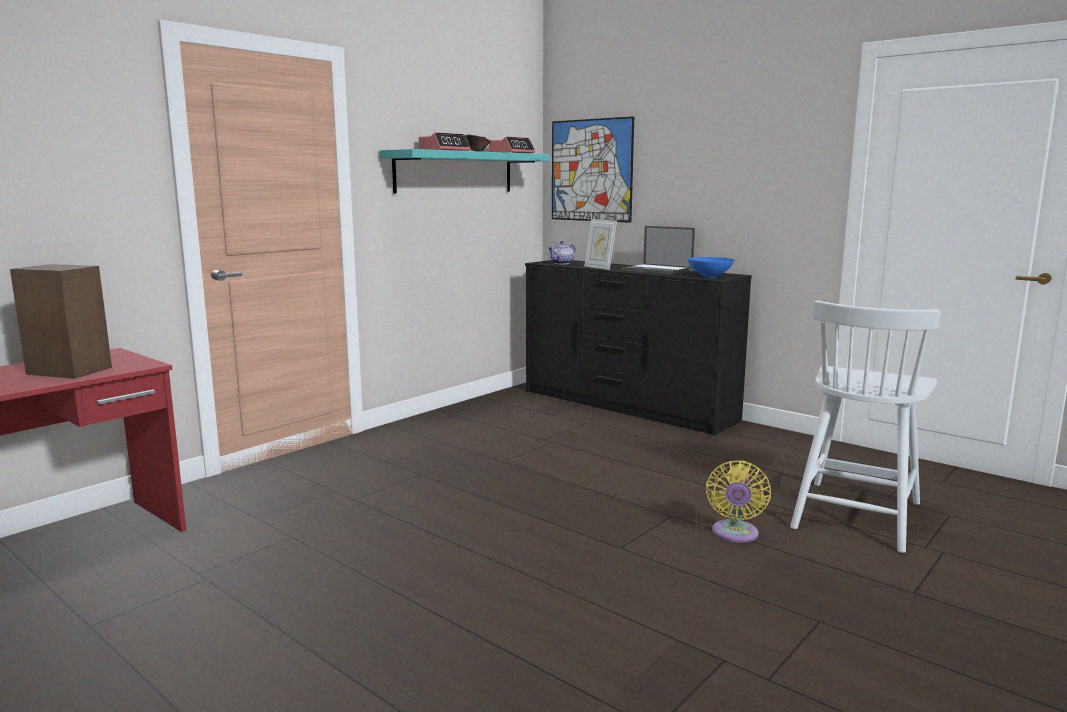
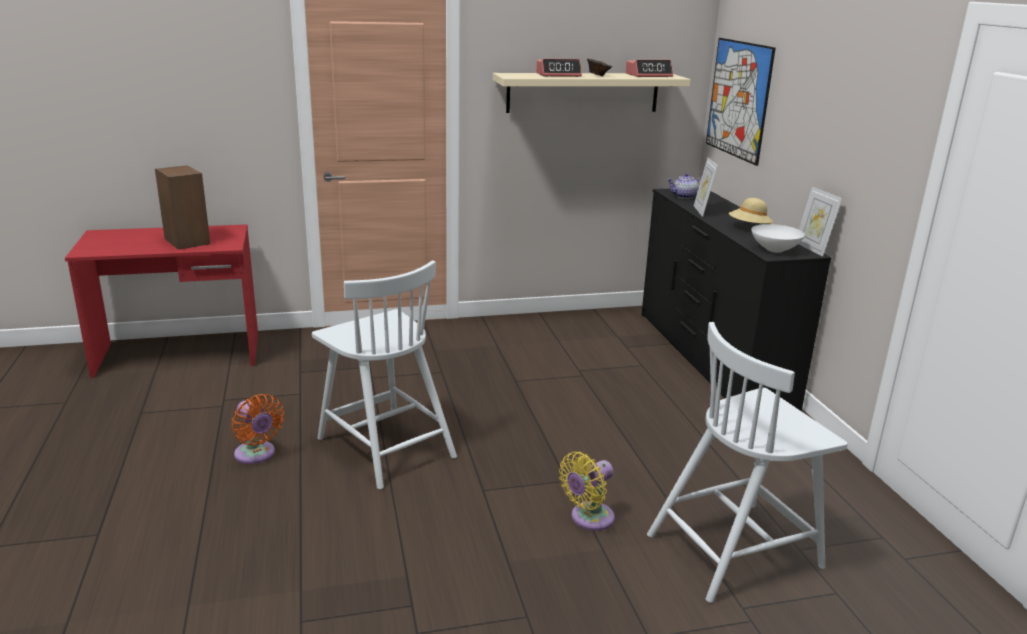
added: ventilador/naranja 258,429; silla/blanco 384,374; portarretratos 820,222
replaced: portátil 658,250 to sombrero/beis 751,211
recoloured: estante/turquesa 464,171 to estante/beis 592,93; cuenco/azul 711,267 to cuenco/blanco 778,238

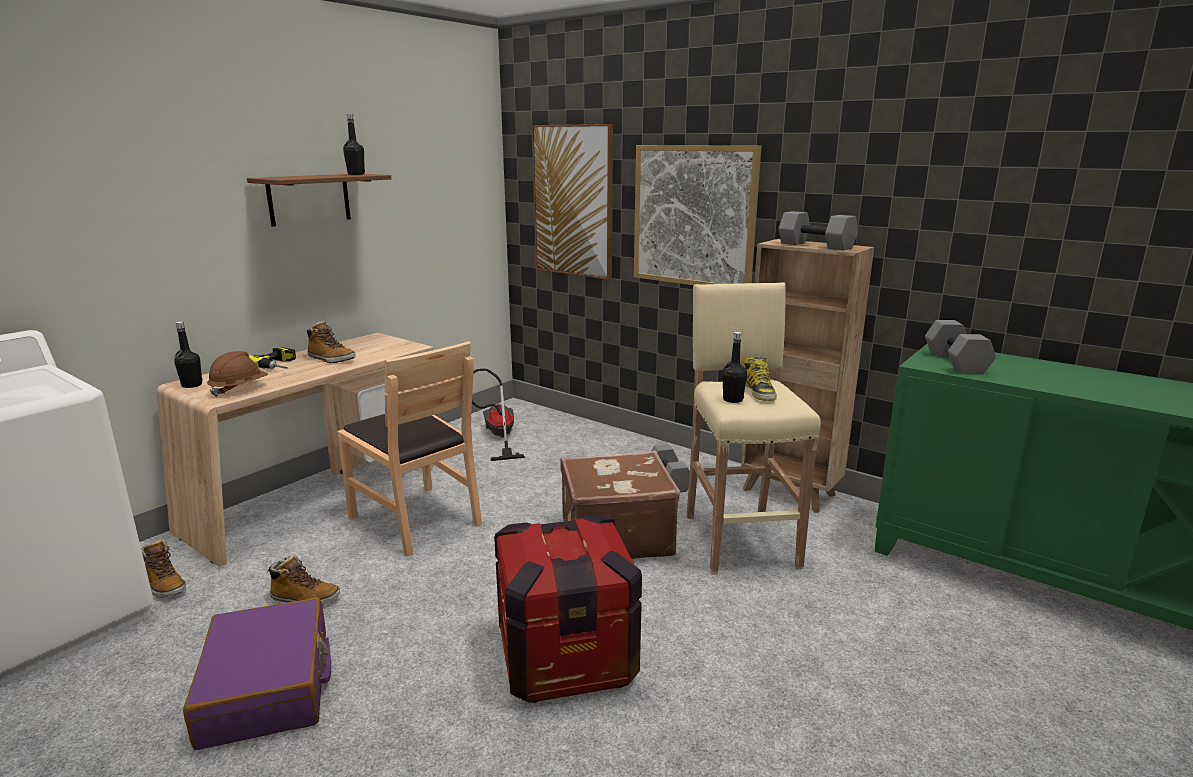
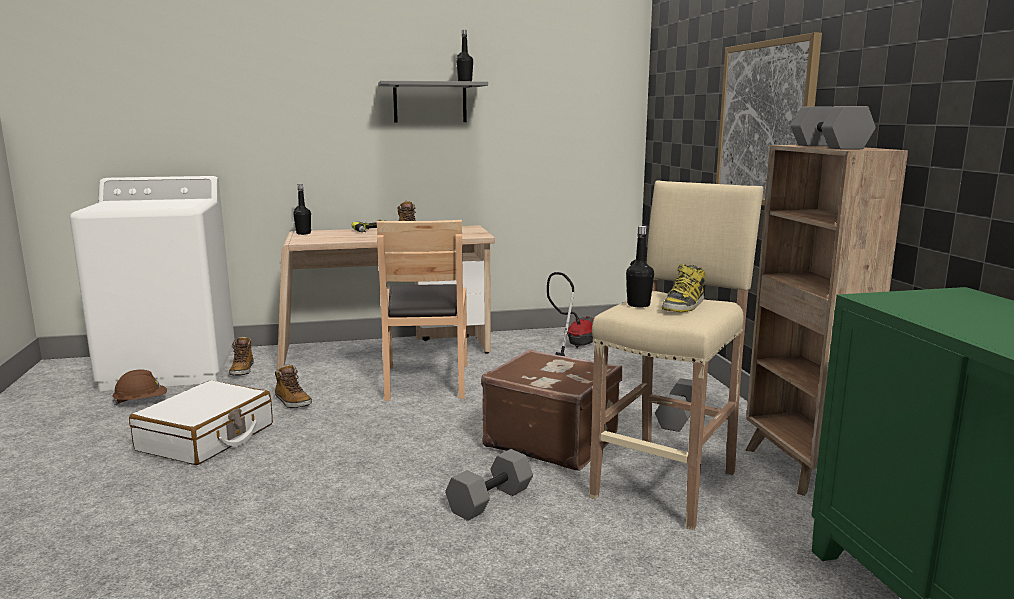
removed: caja de embalaje 568,608; cuadro 572,202
moved: casco/marrón 237,374 to 139,387; mancuerna/gris 960,347 to 489,485
recoloured: maleta/morado 257,673 to maleta/blanco 201,422; estante/marrón 319,200 to estante/gris 433,101

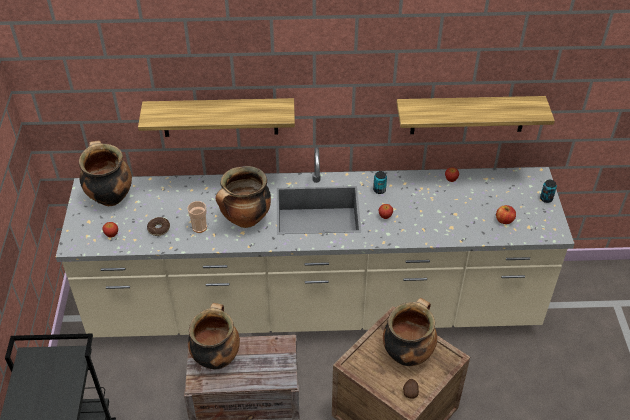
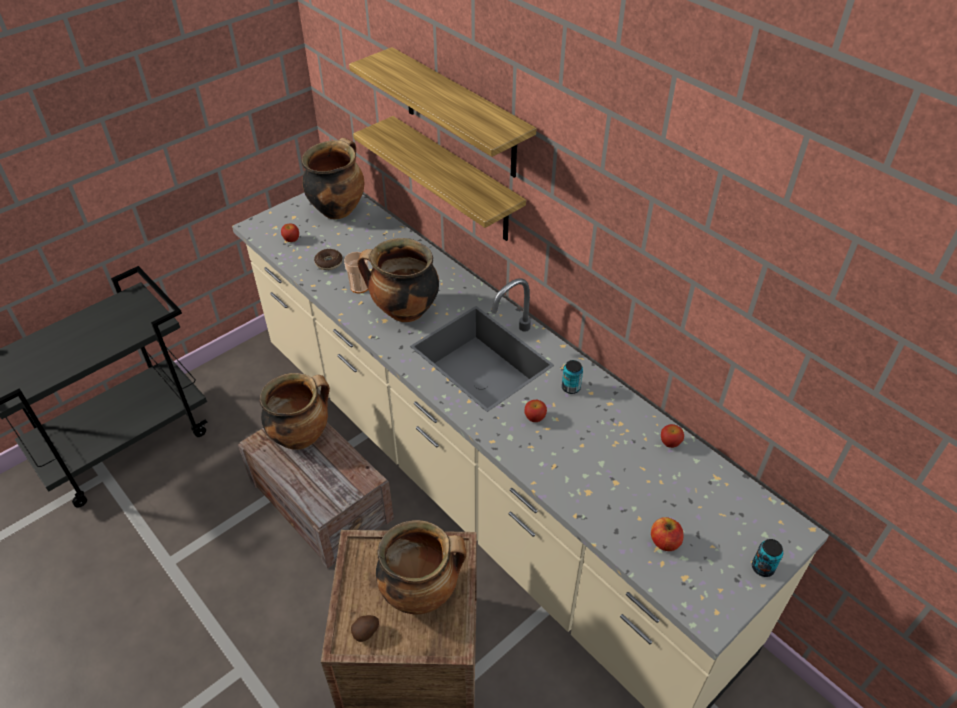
moved: estante 476,115 to 442,112

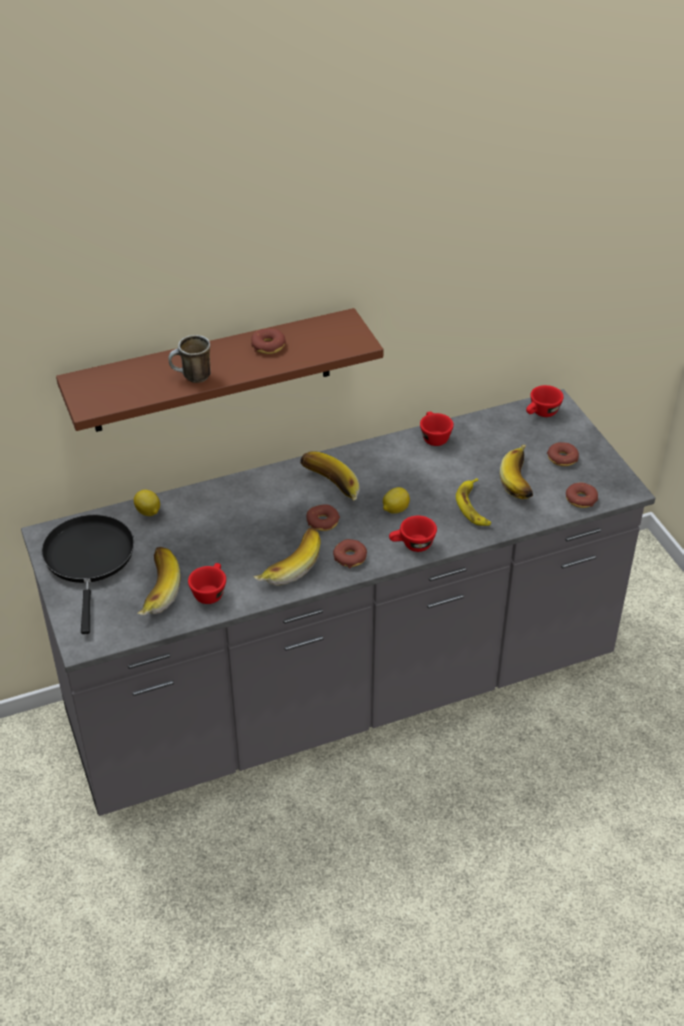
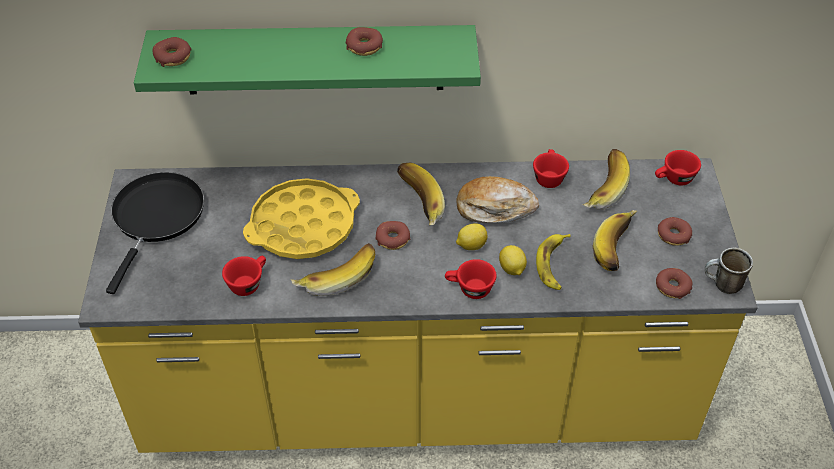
added: bandeja/amarillo 301,218; pan 497,199
moved: limón 147,503 to 513,260; plátano 159,581 to 606,179; taza grande 189,359 to 729,271; rosquilla 350,554 to 172,52
recoloured: mueble bajo de cocina/gris 338,602 to mueble bajo de cocina/amarillo 418,305; estante/marrón 219,370 to estante/verde 307,59

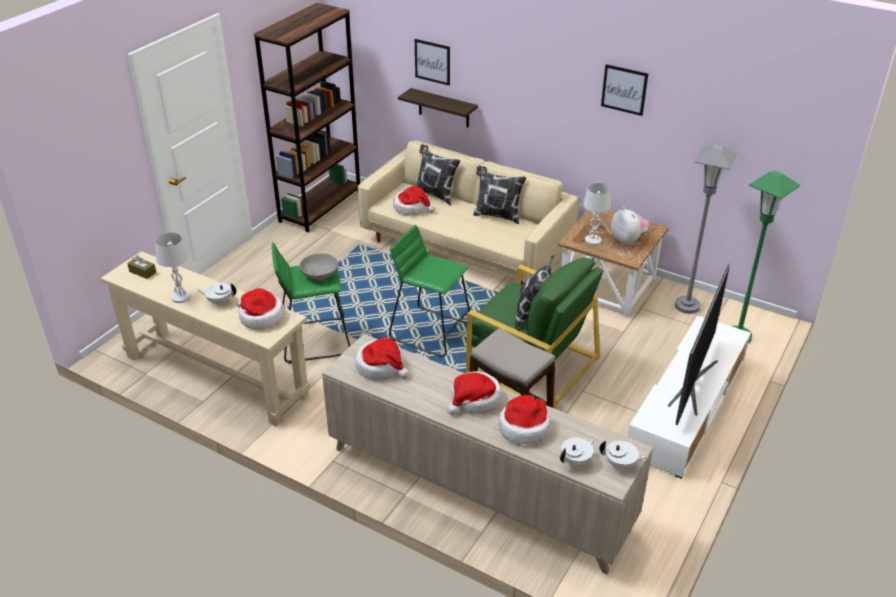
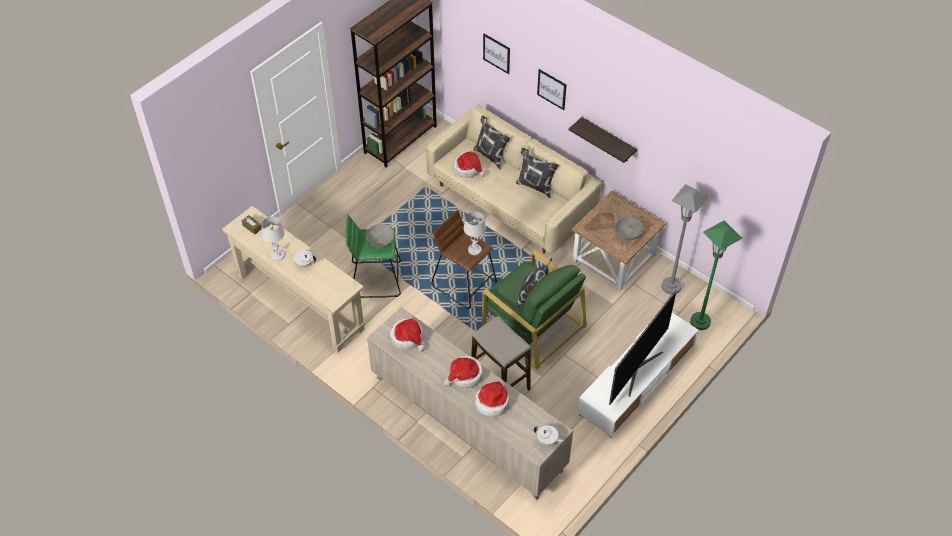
removed: sombrero 260,308; tetera/blanco 578,451
moved: estante 438,108 to 603,140; lámpara de mesa/blanco 597,214 to 475,233; cuadro 624,90 to 552,89
replaced: peluche 630,226 to cuenco/gris 629,228
recoloured: taburete/verde 429,291 to taburete/marrón 464,259

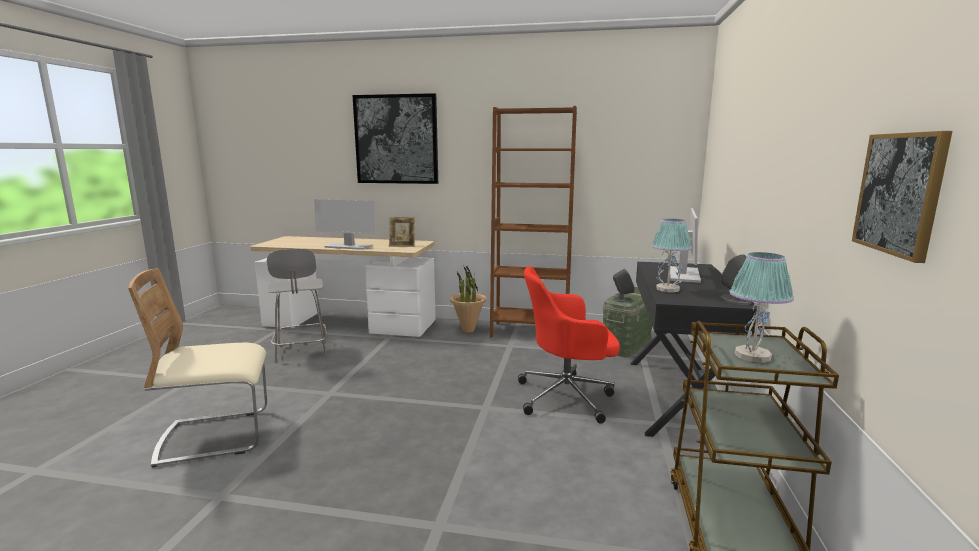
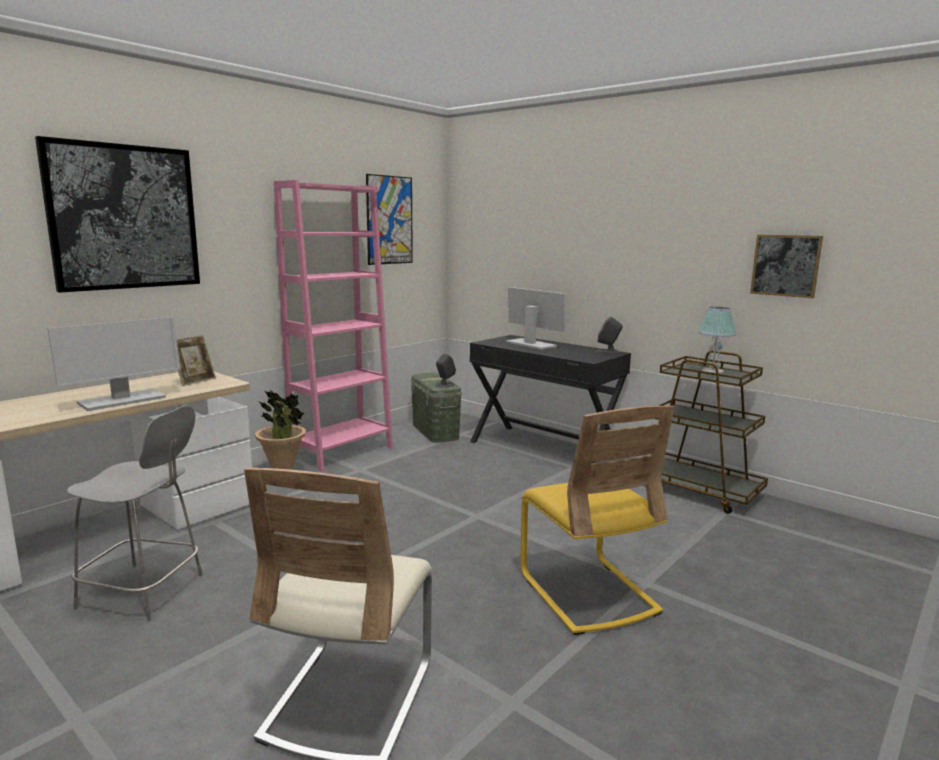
removed: silla de oficina/rojo 569,345; lámpara de mesa 671,255
added: cuadro 389,219; silla/amarillo 597,520
recoloured: estantería/marrón 533,221 to estantería/rosa 333,326

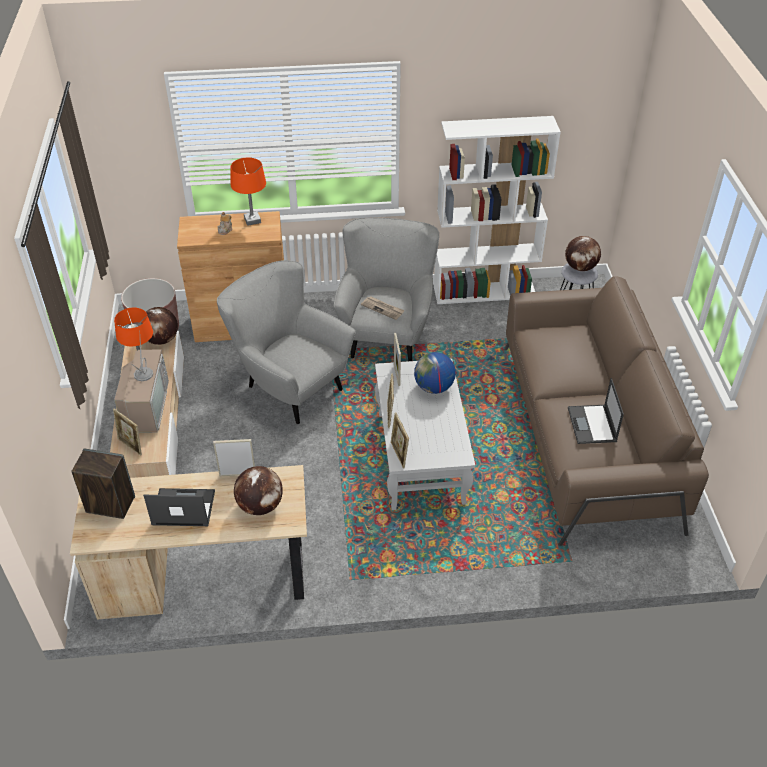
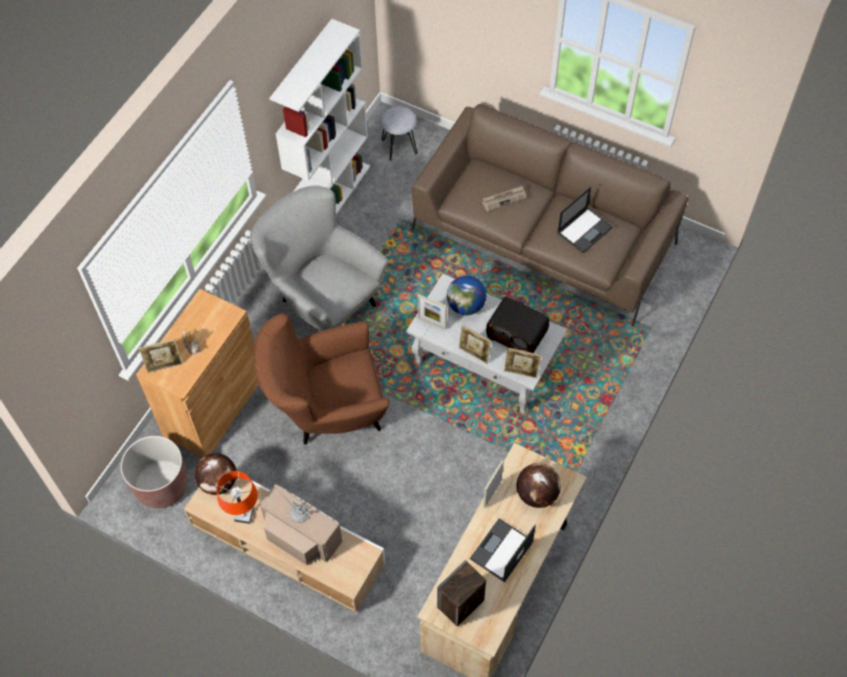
removed: lámpara de mesa/naranja 248,192; globo terráqueo 583,253
added: radio 517,325
moved: portarretratos 127,432 to 161,356; periódico 383,308 to 504,199
recoloured: sillón/gris 286,342 to sillón/marrón 322,379
turned: portátil 596,411 = 585,220 75 degrees counterclockwise

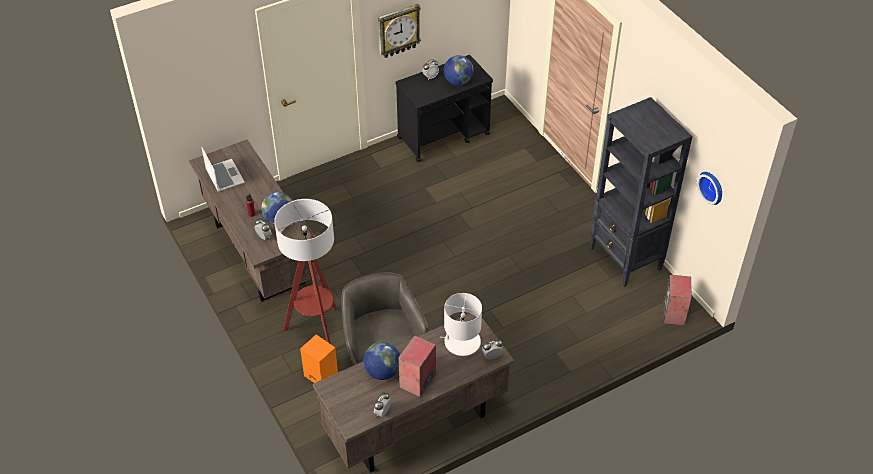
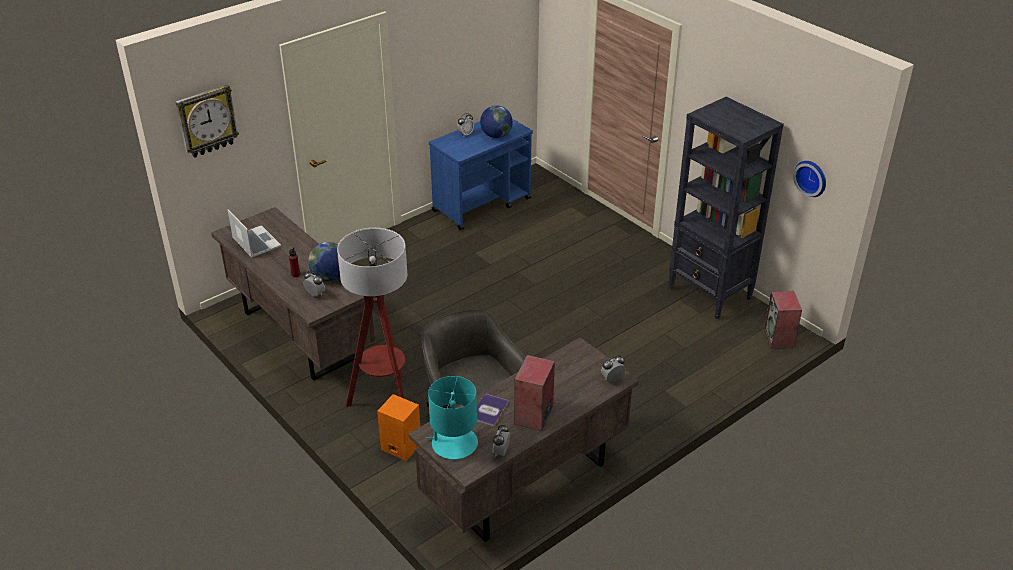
removed: lámpara de mesa/blanco 461,324
added: lámpara de mesa/turquesa 452,417
moved: reloj de pared 399,31 to 207,121
replaced: globo terráqueo 381,361 to libro 493,410
recoloured: carrito/negro 444,108 to carrito/azul 481,174

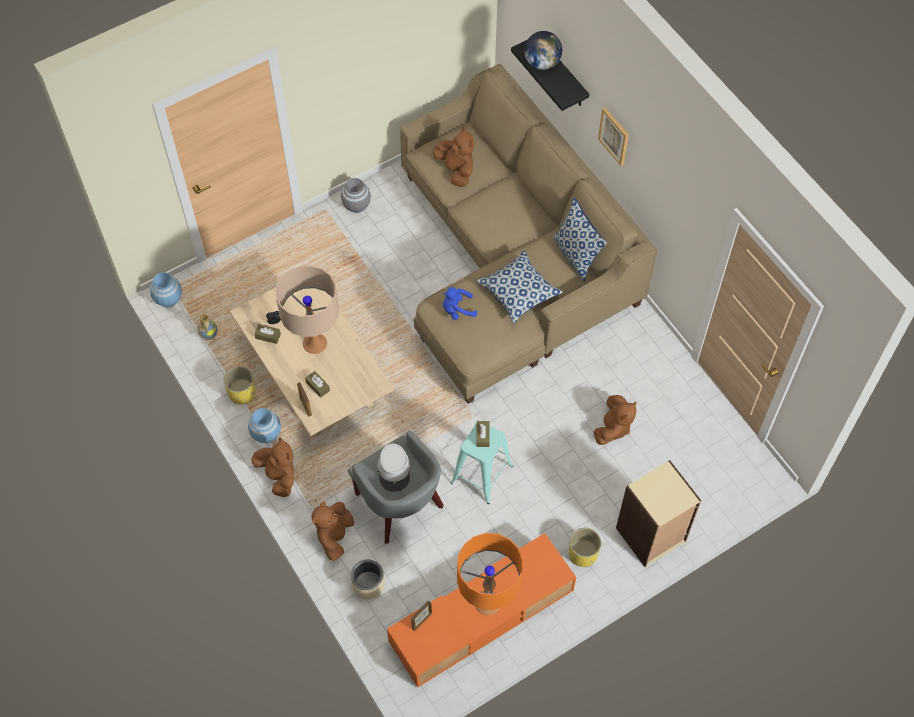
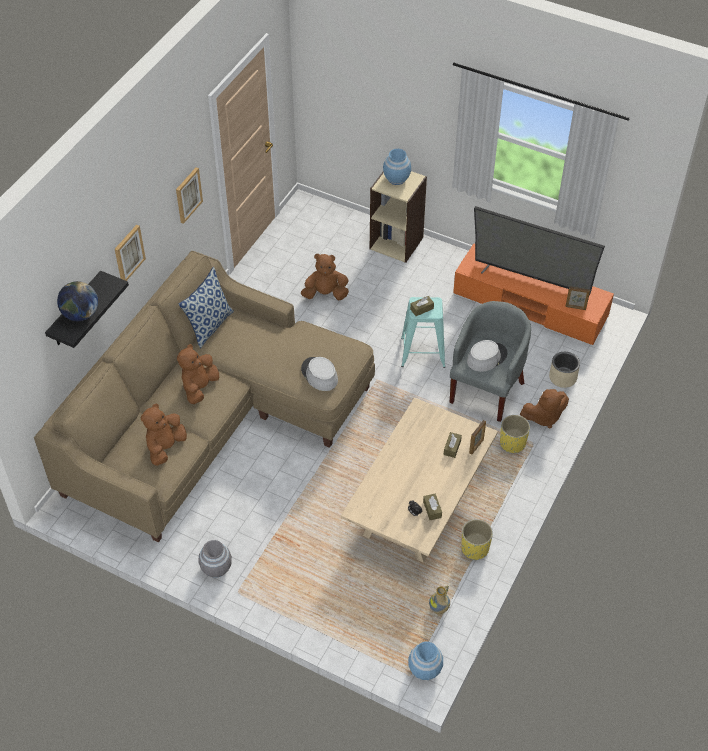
removed: lámpara de mesa/beis 307,309; cojín 519,286
added: cuadro 189,195
moved: florero/azul 264,425 to 397,167; peluche/marrón 272,467 to 198,374; maceta/amarillo 585,547 to 515,434
replaced: peluche/azul 460,303 to sombrero/gris 319,374; lámpara de mesa/naranja 490,574 to televisor 539,250

